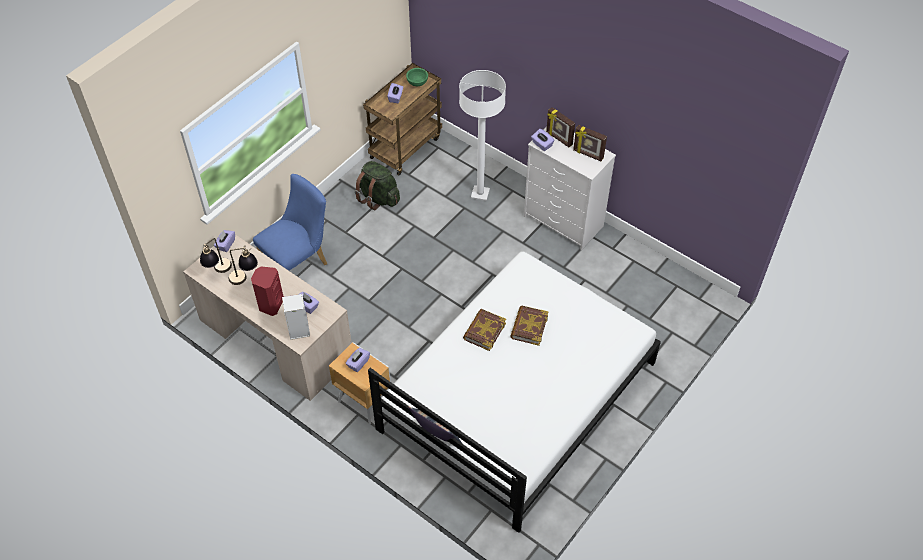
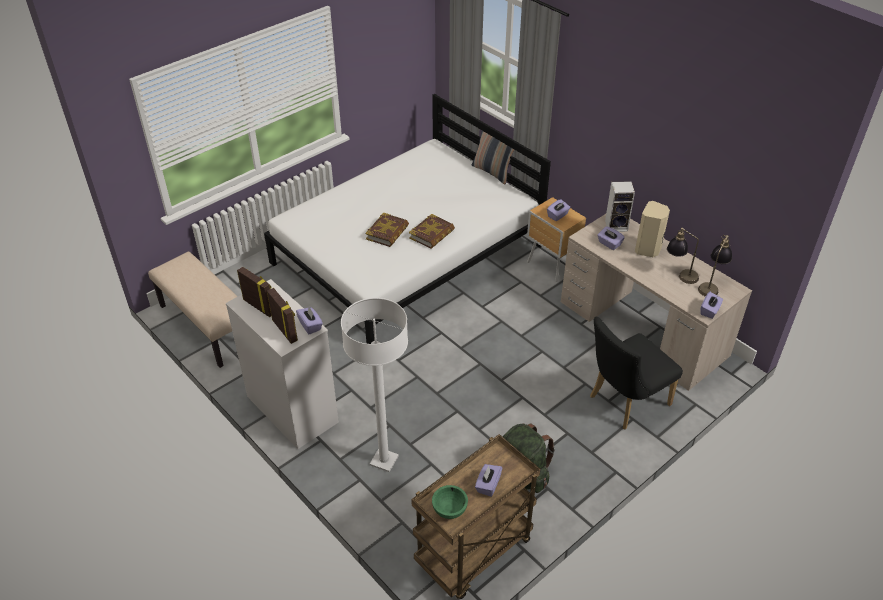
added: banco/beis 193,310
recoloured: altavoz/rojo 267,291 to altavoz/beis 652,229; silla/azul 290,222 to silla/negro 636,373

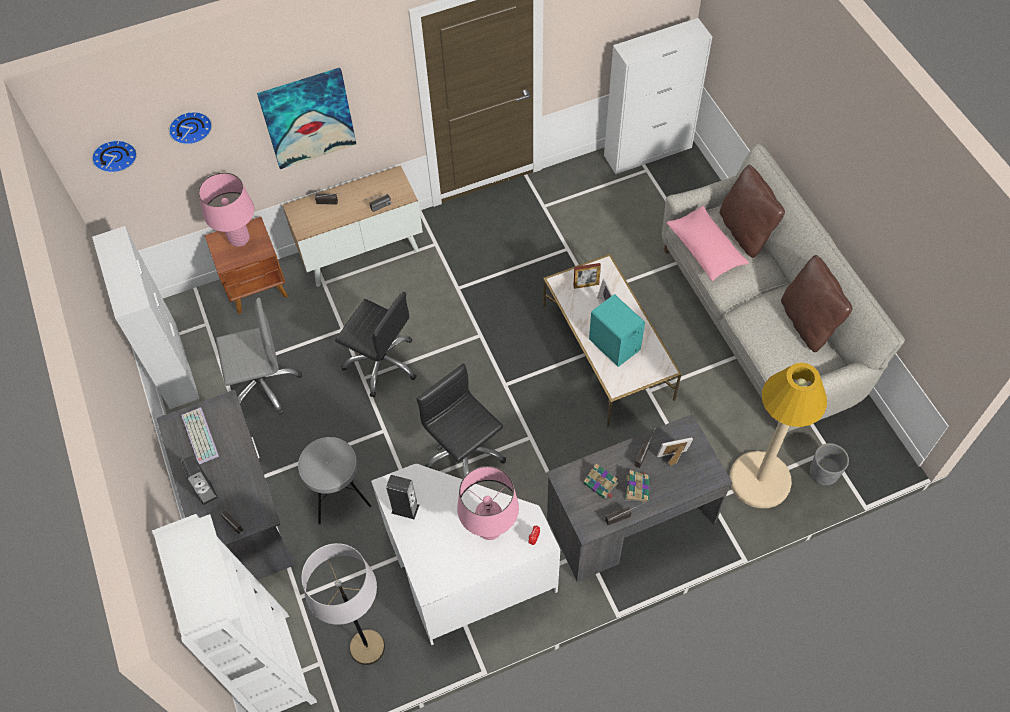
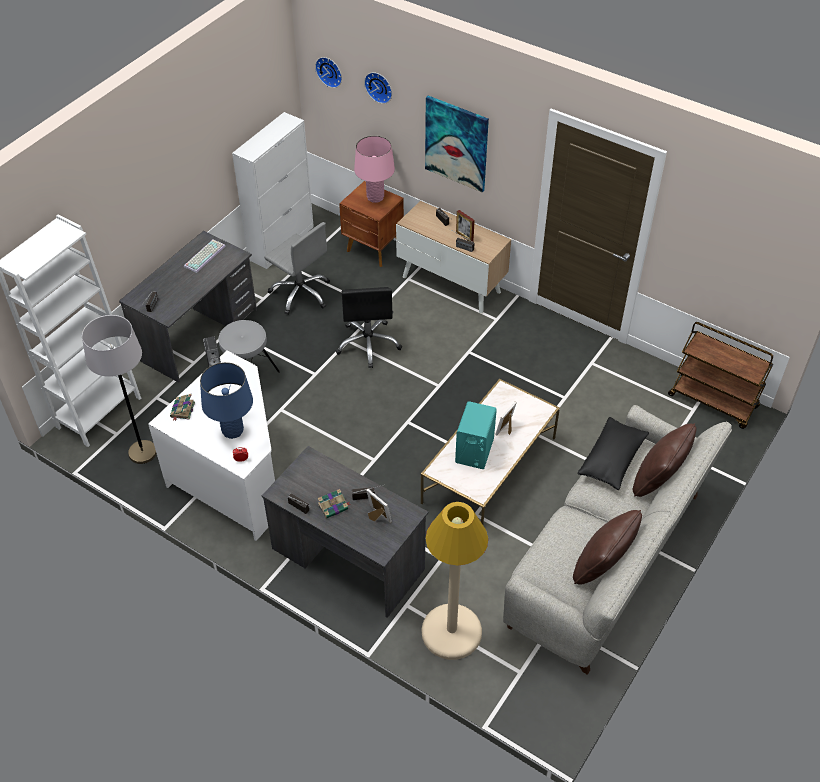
removed: altavoz 199,480; silla de oficina/negro 461,420; maceta/gris 829,464
moved: portarretratos 587,276 to 465,226; libro 601,481 to 182,407
replaced: armario/blanco 658,96 to carrito/marrón 720,375
recoloured: lámpara de mesa/rosa 488,503 to lámpara de mesa/azul 226,400; cojín/rosa 708,243 to cojín/negro 613,453

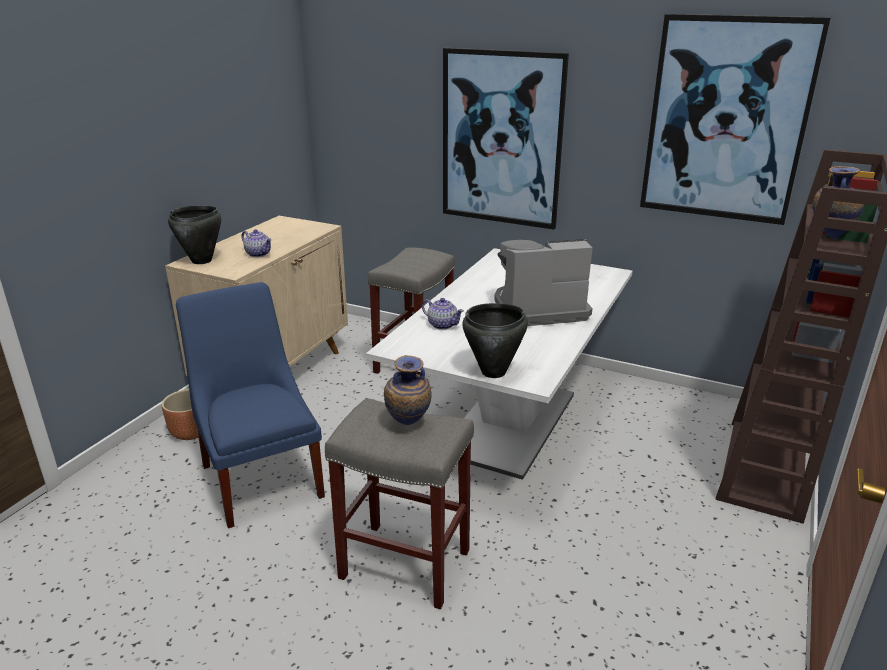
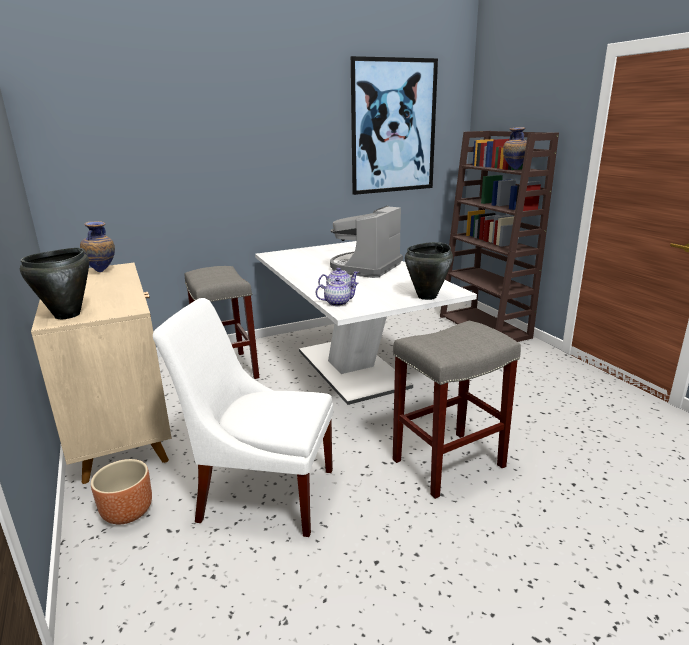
removed: cuadro 506,139
moved: tetera 257,243 to 337,292; florero 408,390 to 97,246
recoloured: silla/azul 250,405 to silla/blanco 243,417

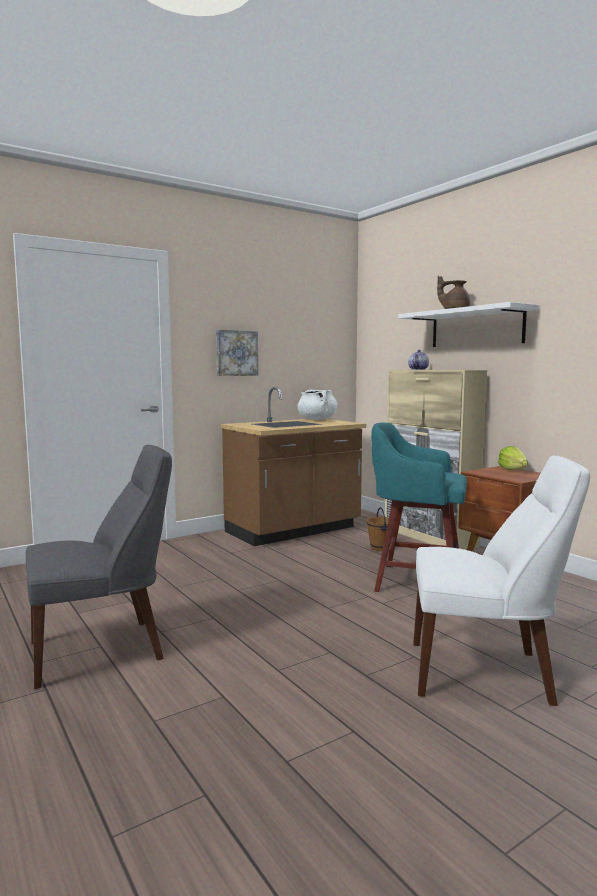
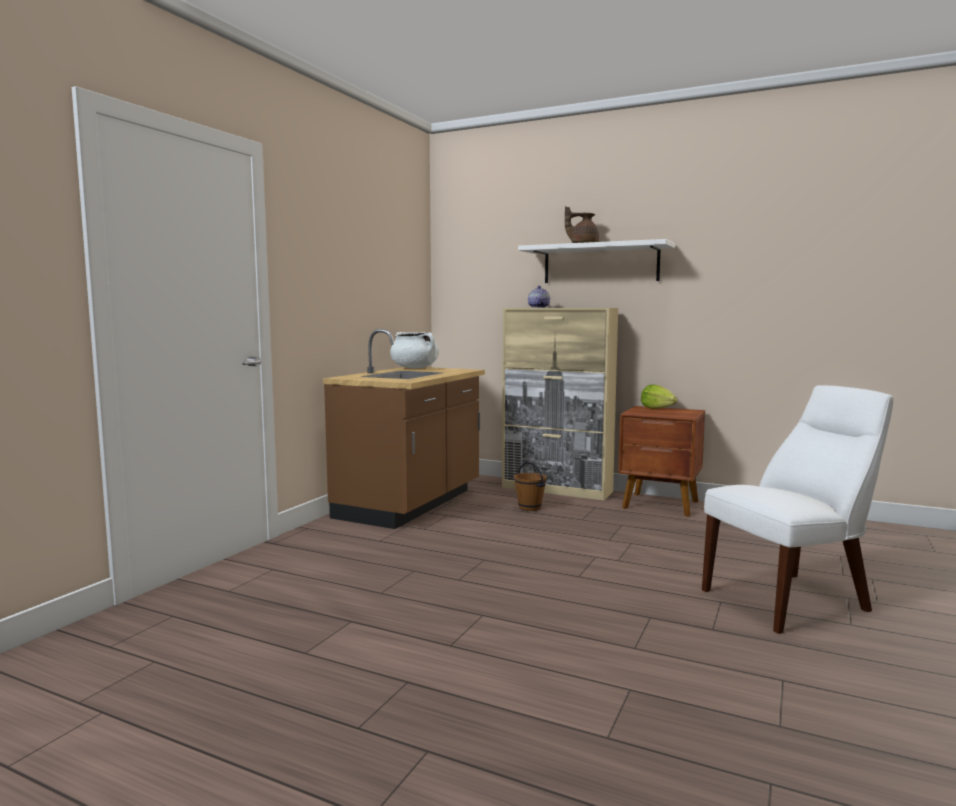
removed: silla/gris 99,567; cuadro 237,353; taburete/turquesa 419,507

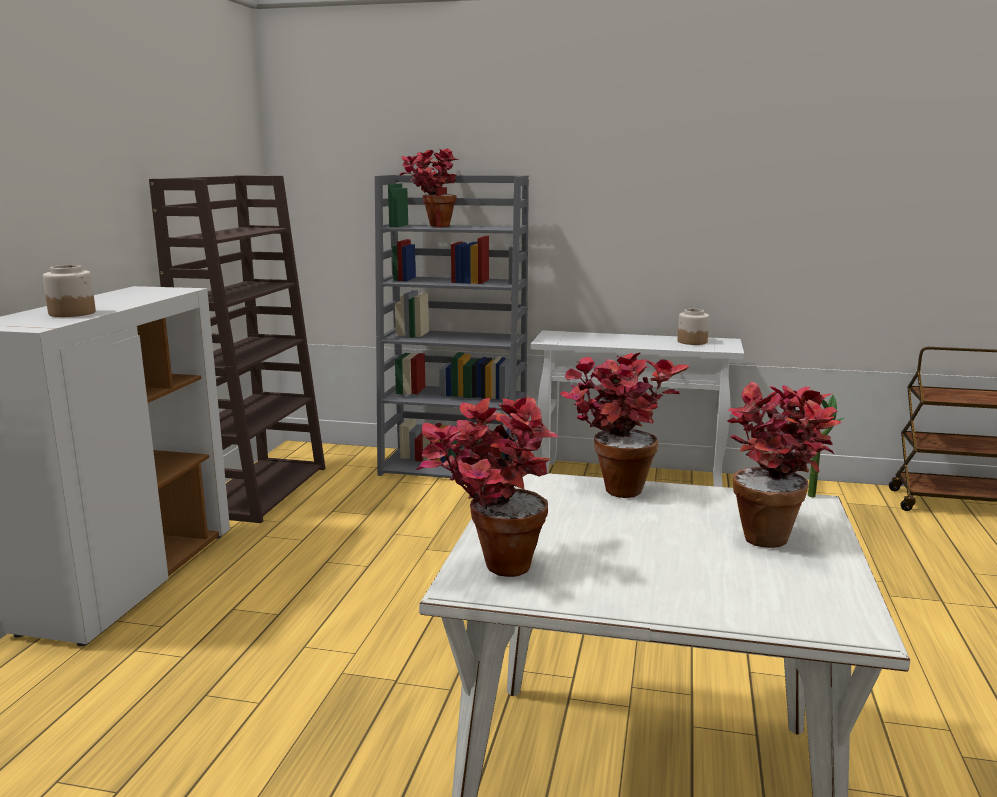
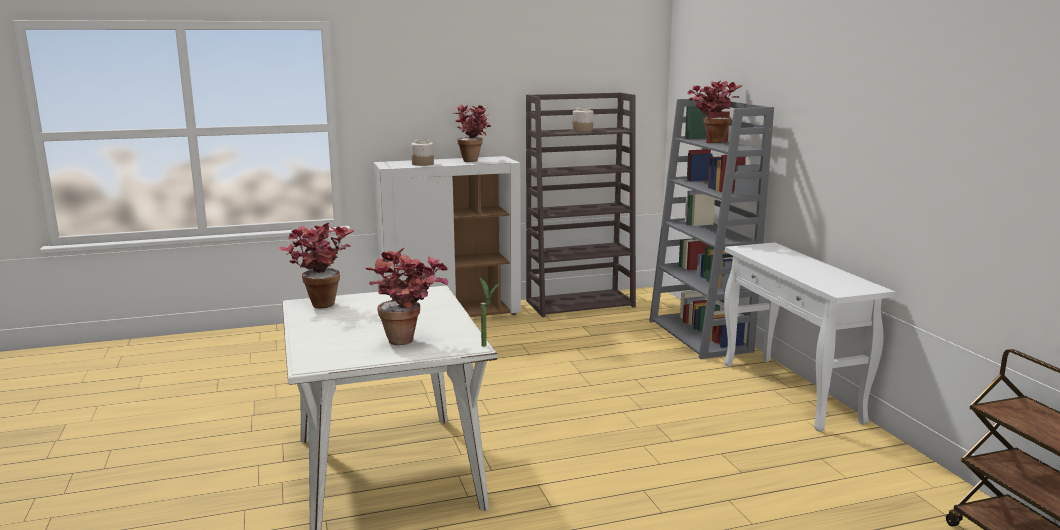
moved: planta en maceta 625,425 to 472,133; tarro 693,327 to 583,119

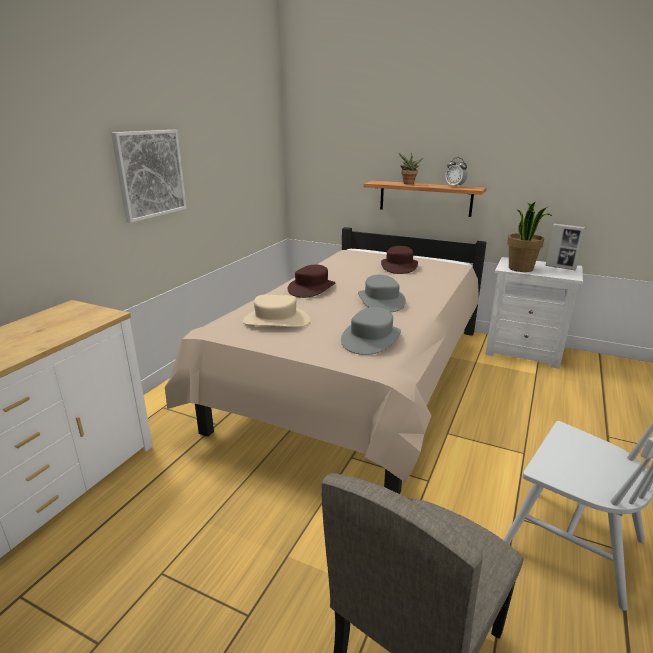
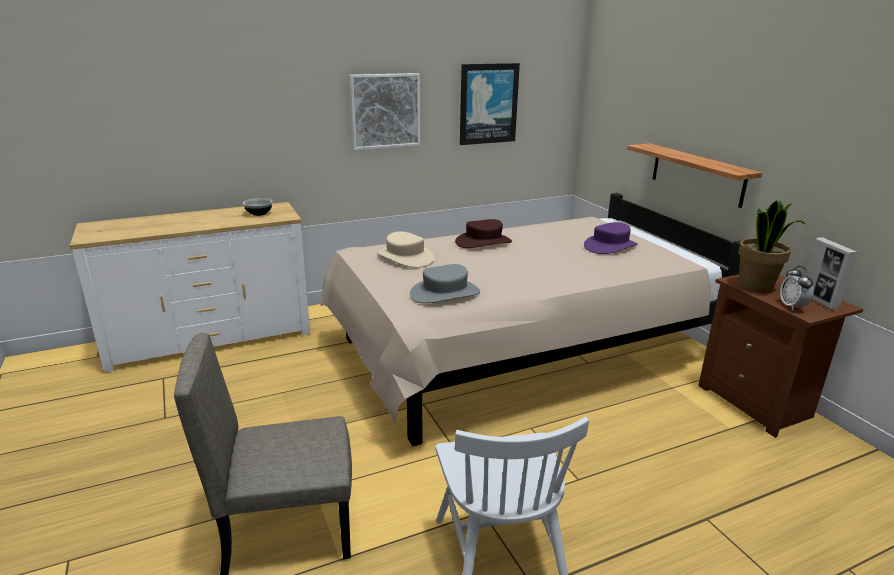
removed: sombrero/gris 382,293; planta en maceta 411,168
added: cuenco 258,207; cuadro 490,104
moved: despertador 456,173 to 797,288
recoloured: sombrero/marrón 399,260 to sombrero/morado 611,238; mesita de noche/blanco 534,313 to mesita de noche/marrón 780,356

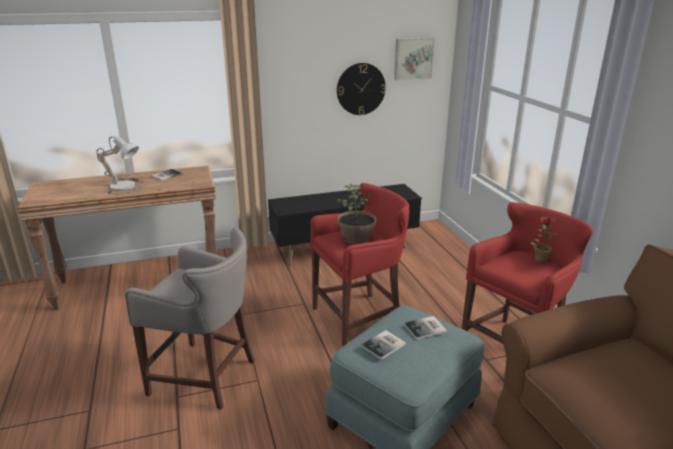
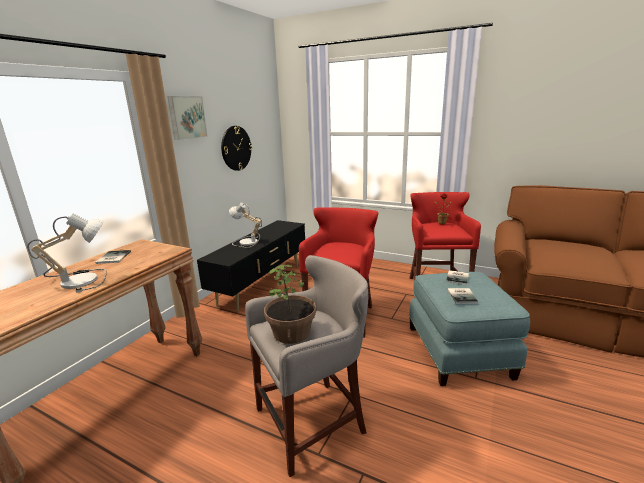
added: lámpara de mesa 245,225
moved: planta en maceta 356,214 to 290,304; cuadro 414,59 to 187,118

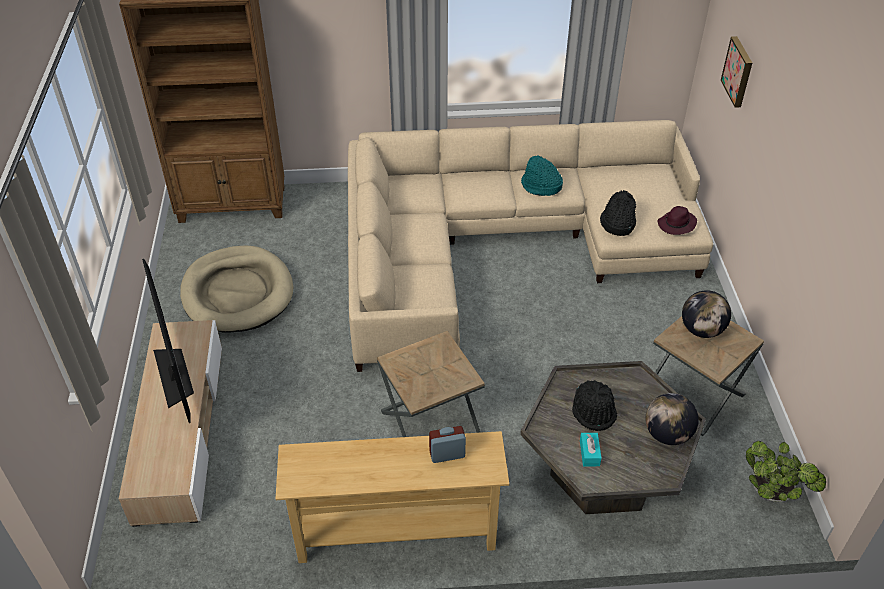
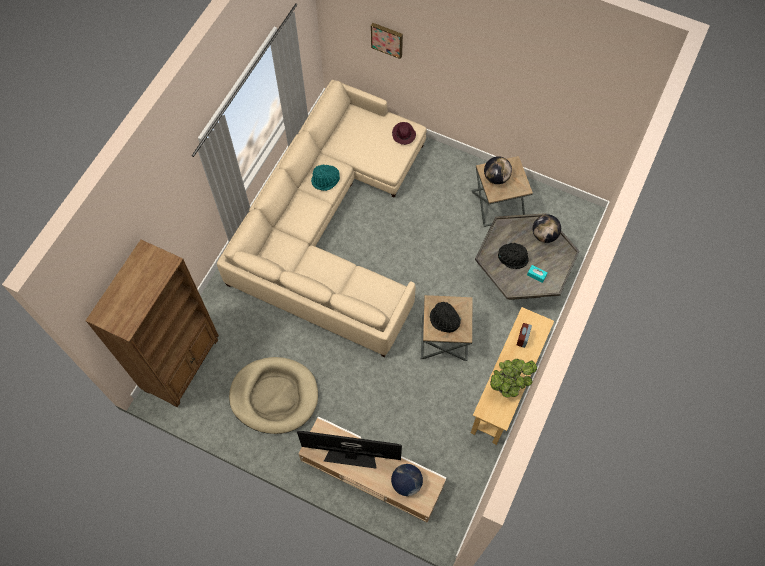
added: globo terráqueo 407,480
moved: sombrero/negro 618,213 to 445,317; planta en maceta 786,471 to 513,378

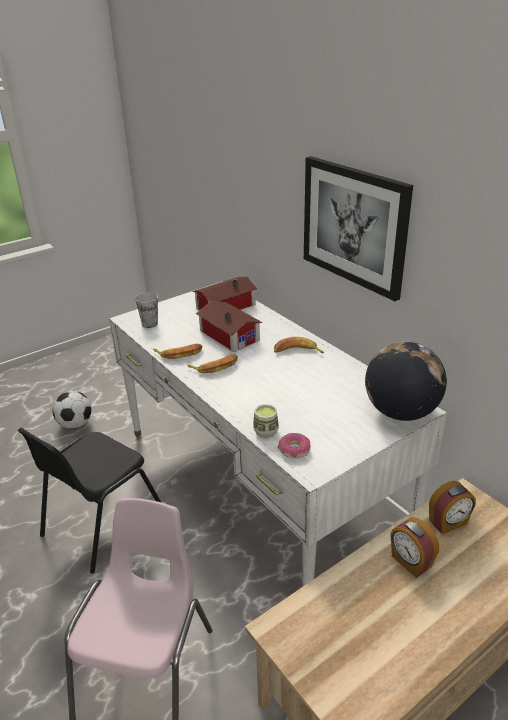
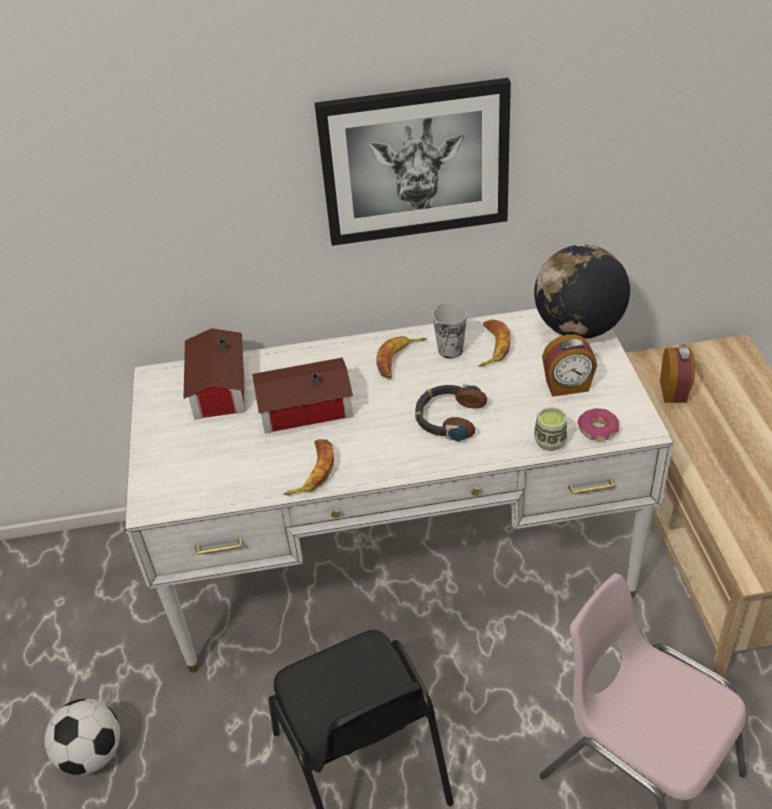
added: auriculares 451,412
moved: taza 146,310 to 449,330; plátano 212,363 to 495,343; despertador 414,547 to 569,365

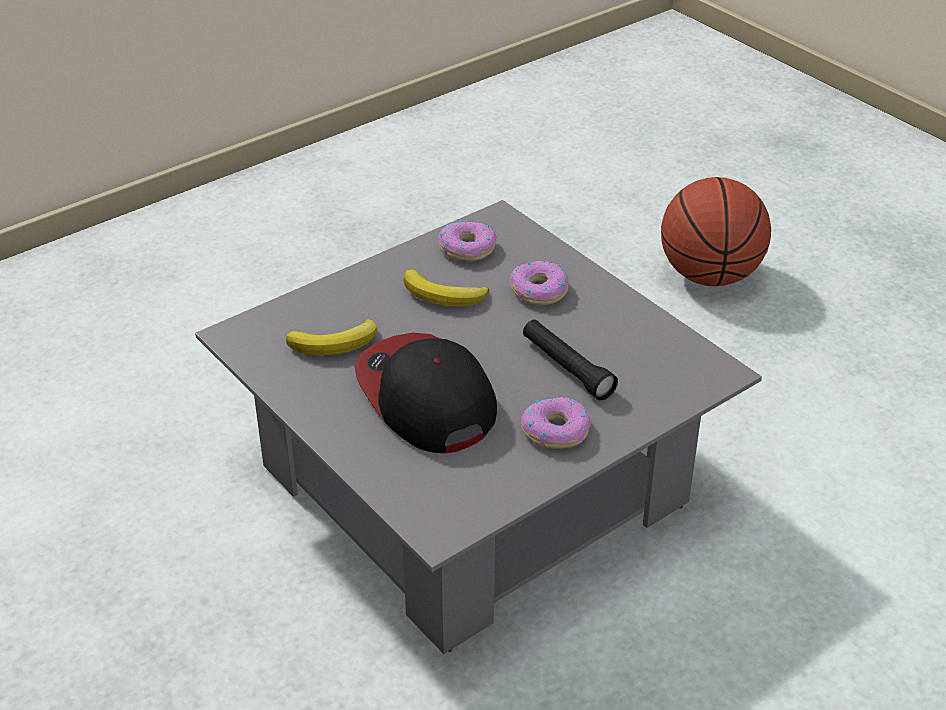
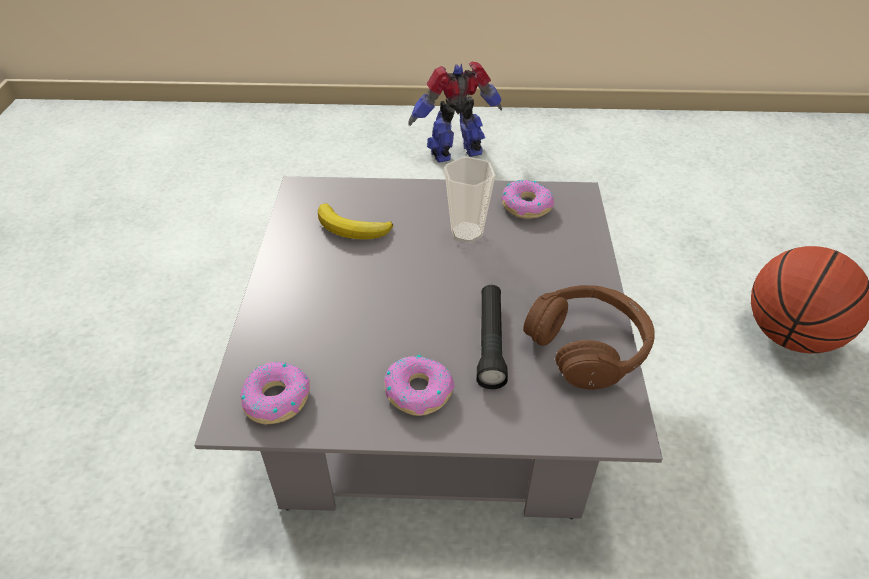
removed: gorra 426,393
added: robot de juguete 455,112; auriculares/marrón 588,337
moved: rosquilla 539,283 to 275,393
replaced: plátano 446,287 to taza 469,199

